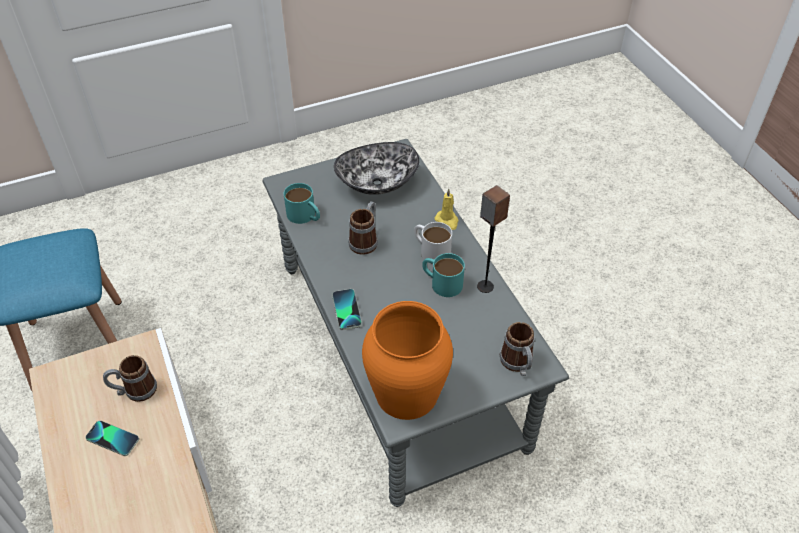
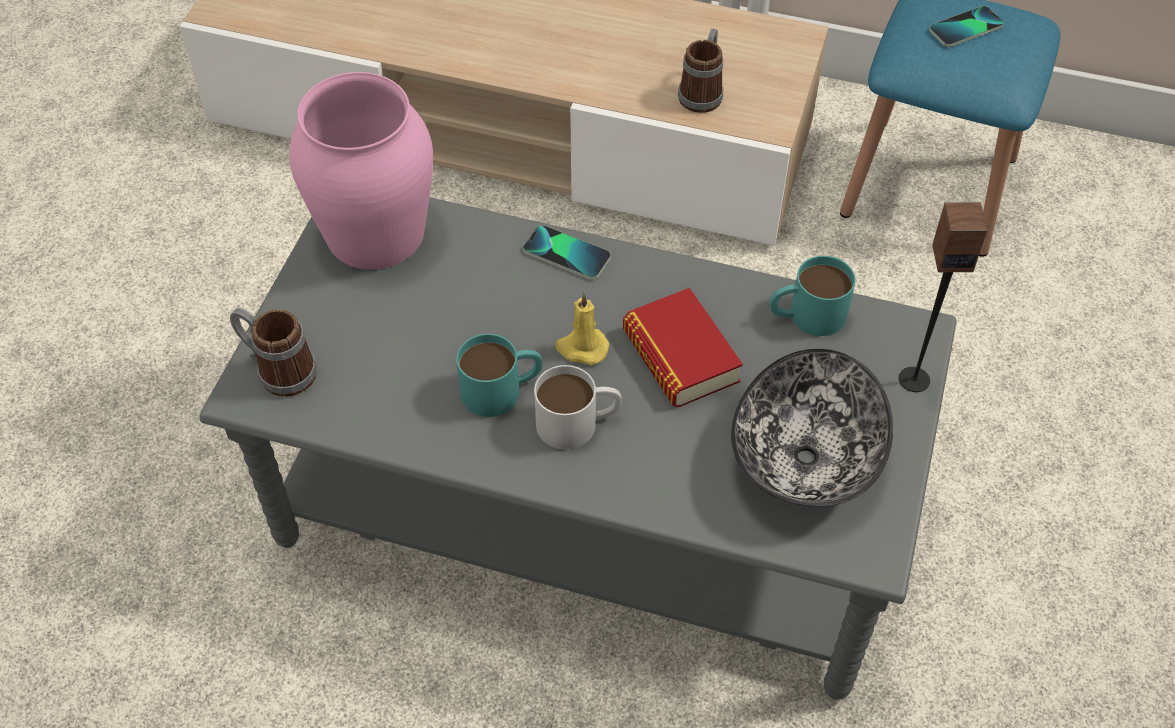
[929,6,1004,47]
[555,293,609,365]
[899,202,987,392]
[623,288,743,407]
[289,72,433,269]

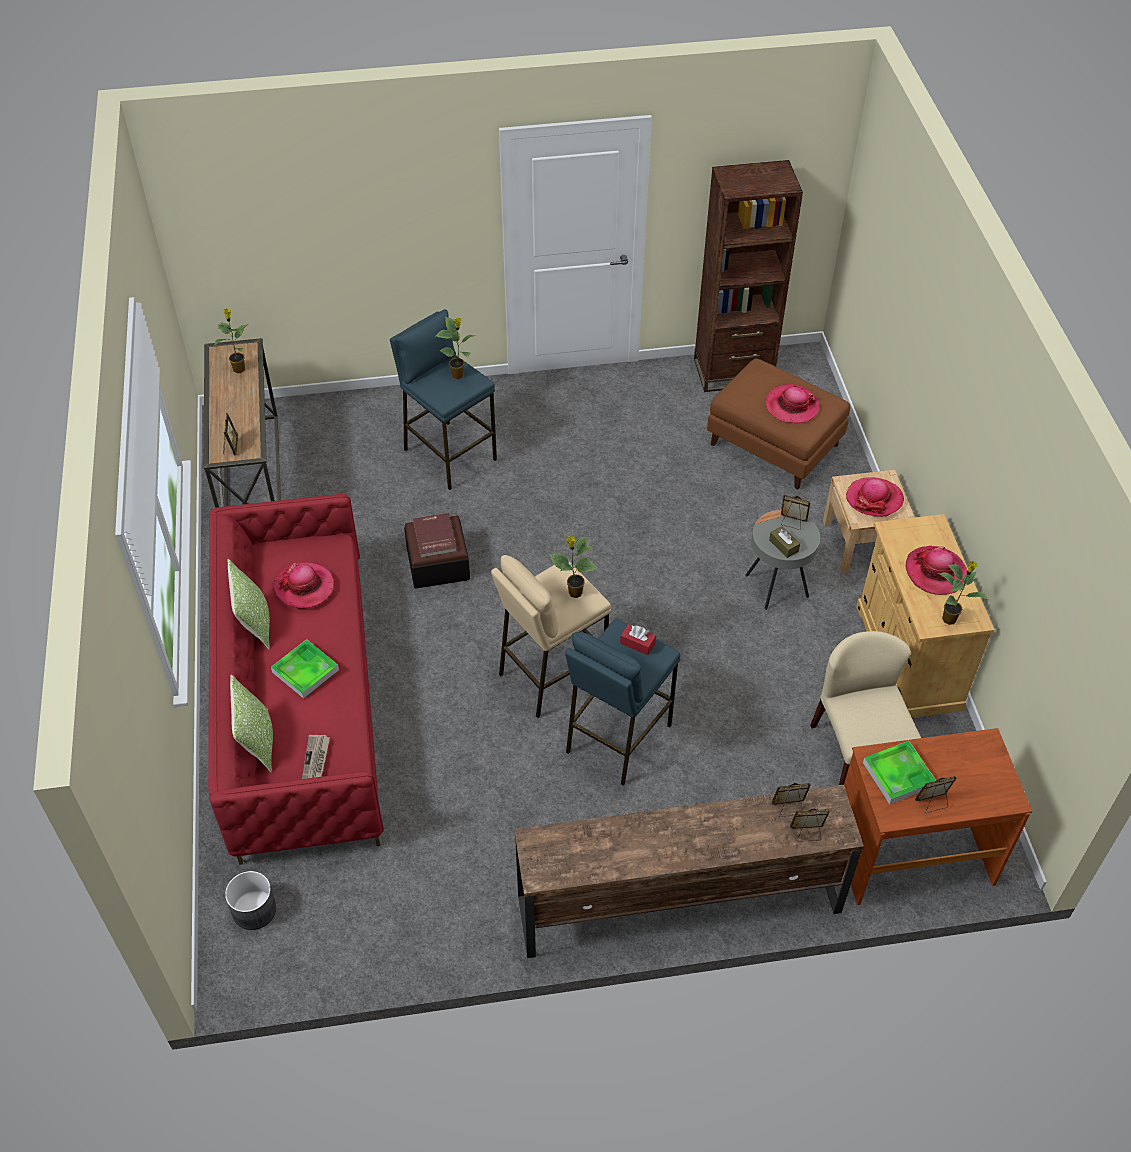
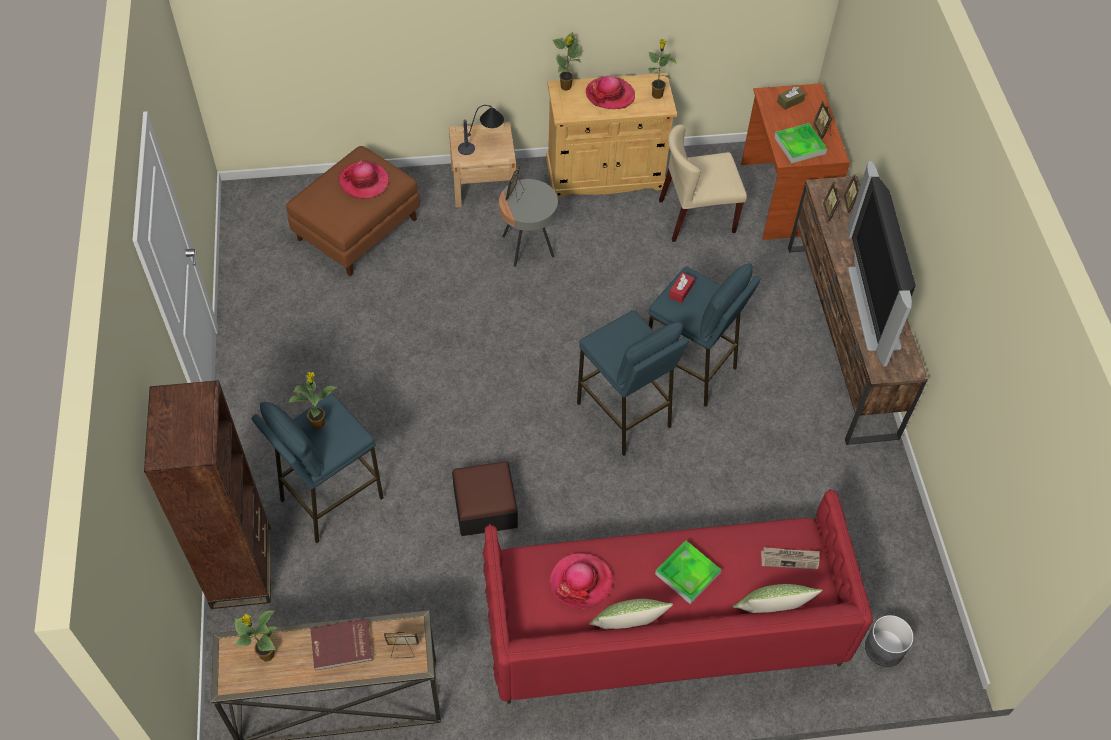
[847,161,916,366]
[310,619,373,671]
[553,32,581,91]
[144,380,271,609]
[777,86,806,110]
[458,105,504,155]
[577,310,689,456]

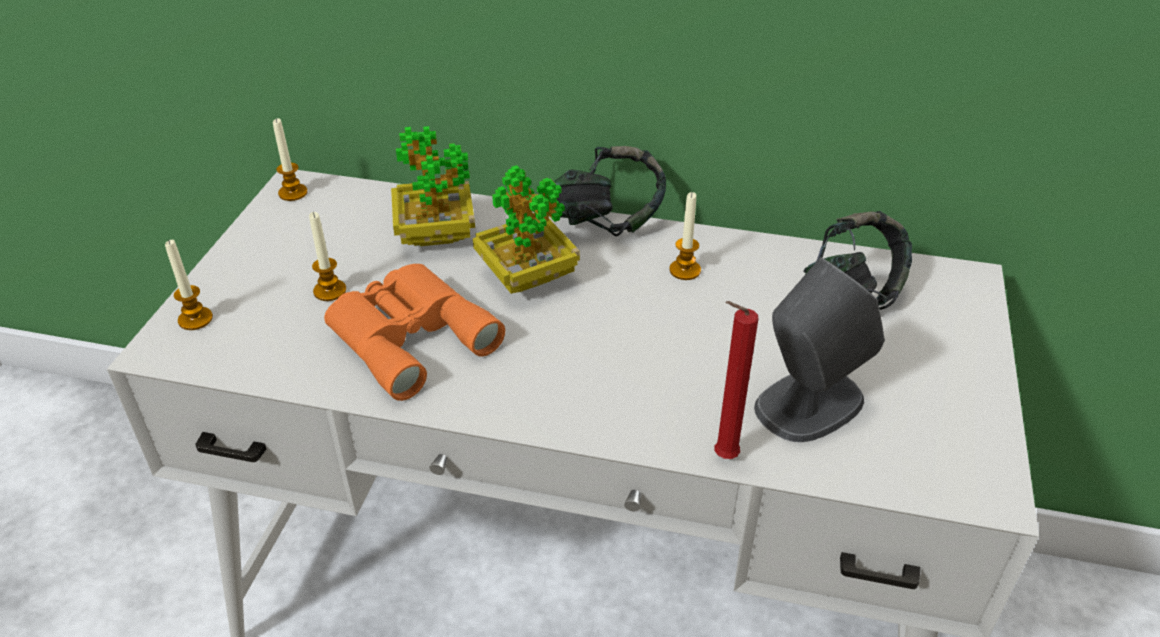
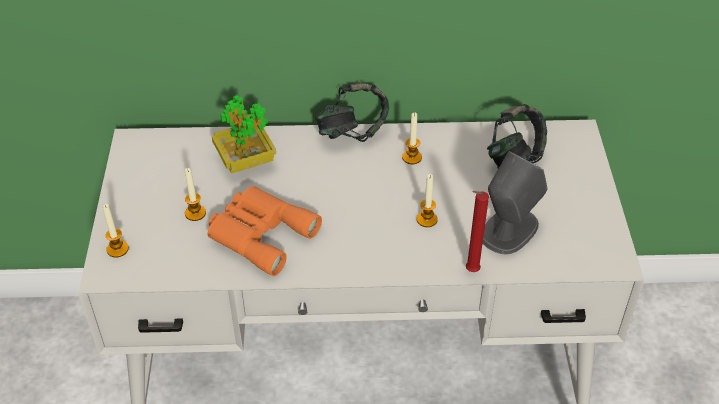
[473,165,580,294] (first image)
[416,174,438,227]

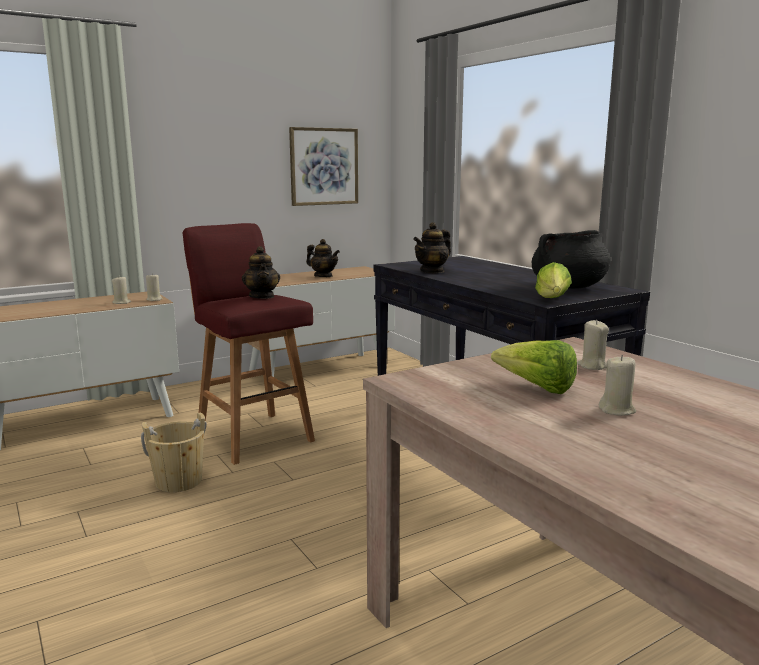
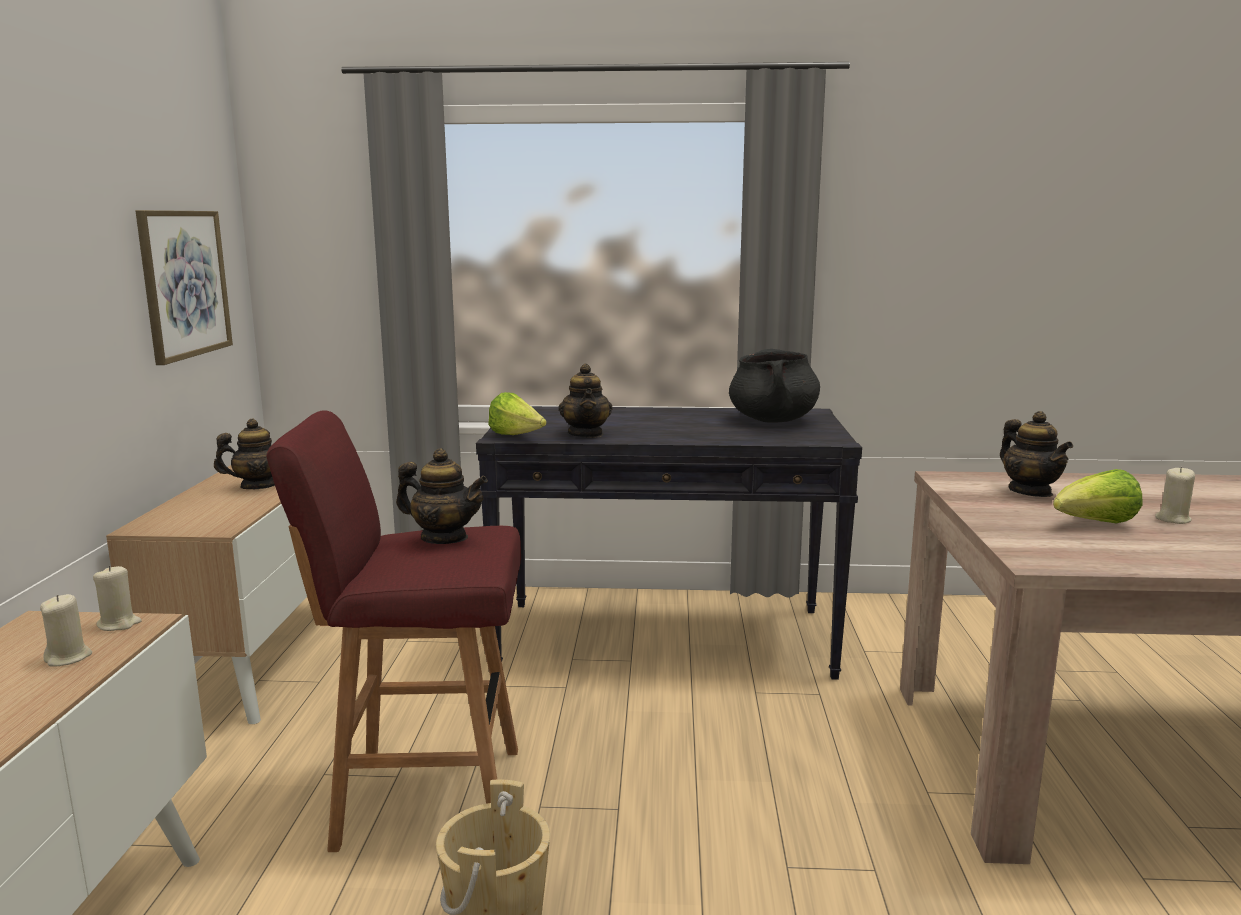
[488,392,547,435]
[1000,411,1073,497]

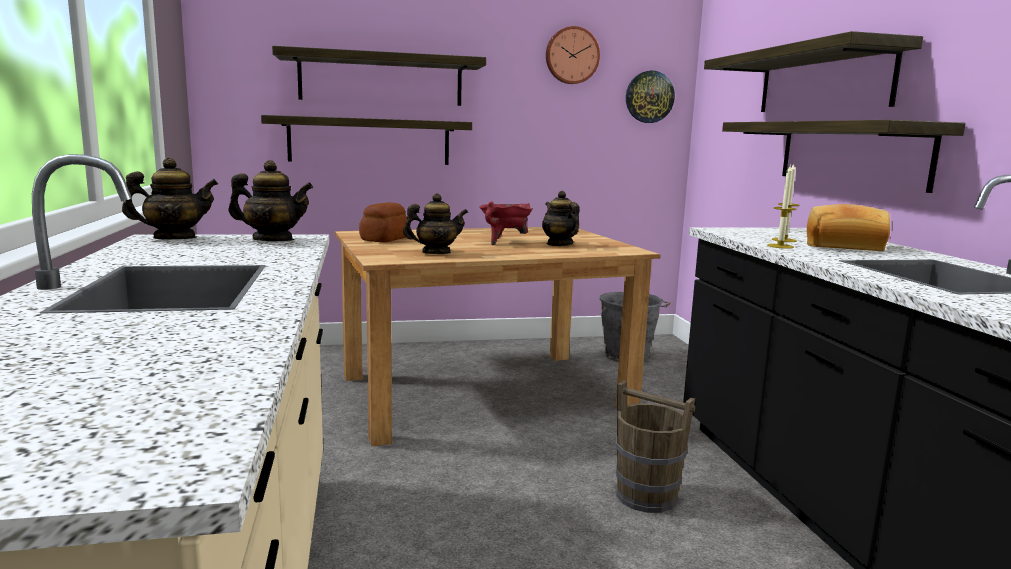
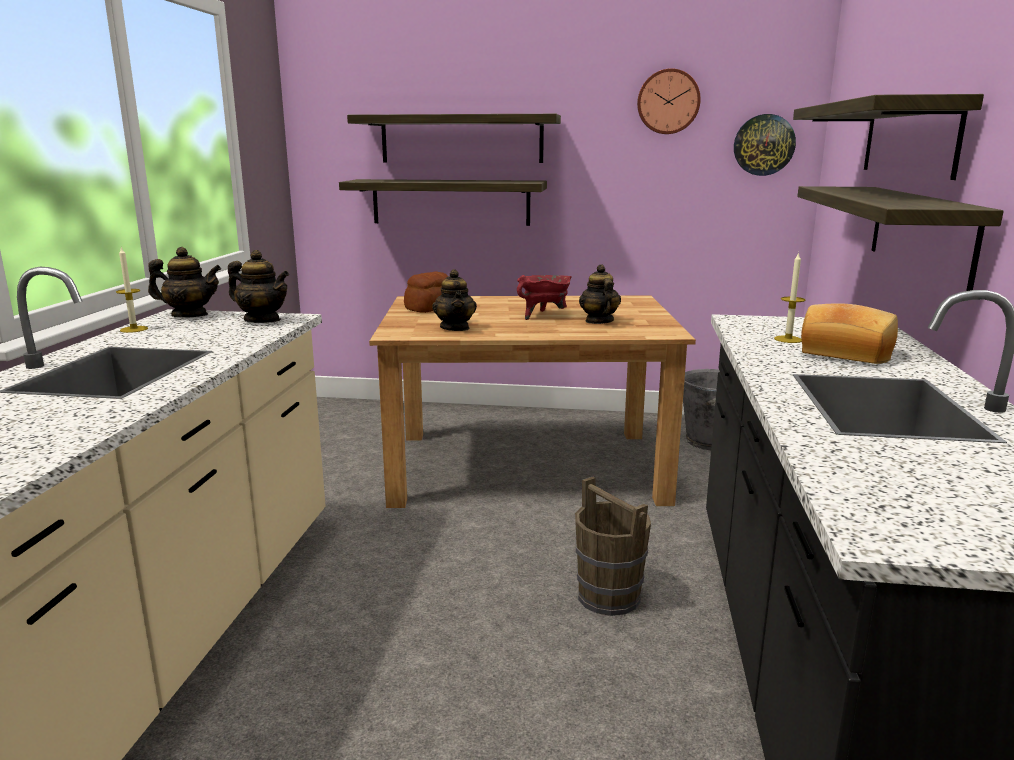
[116,247,148,333]
[432,269,477,331]

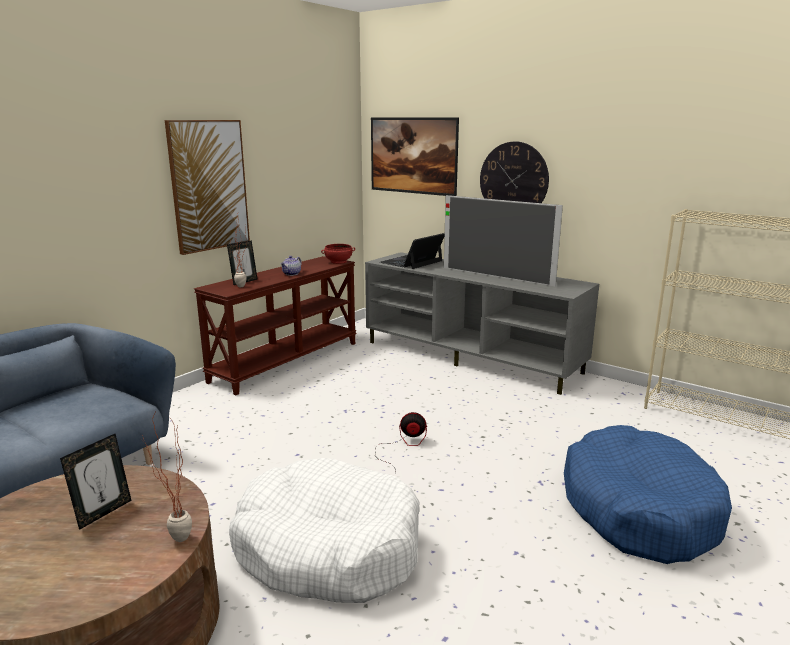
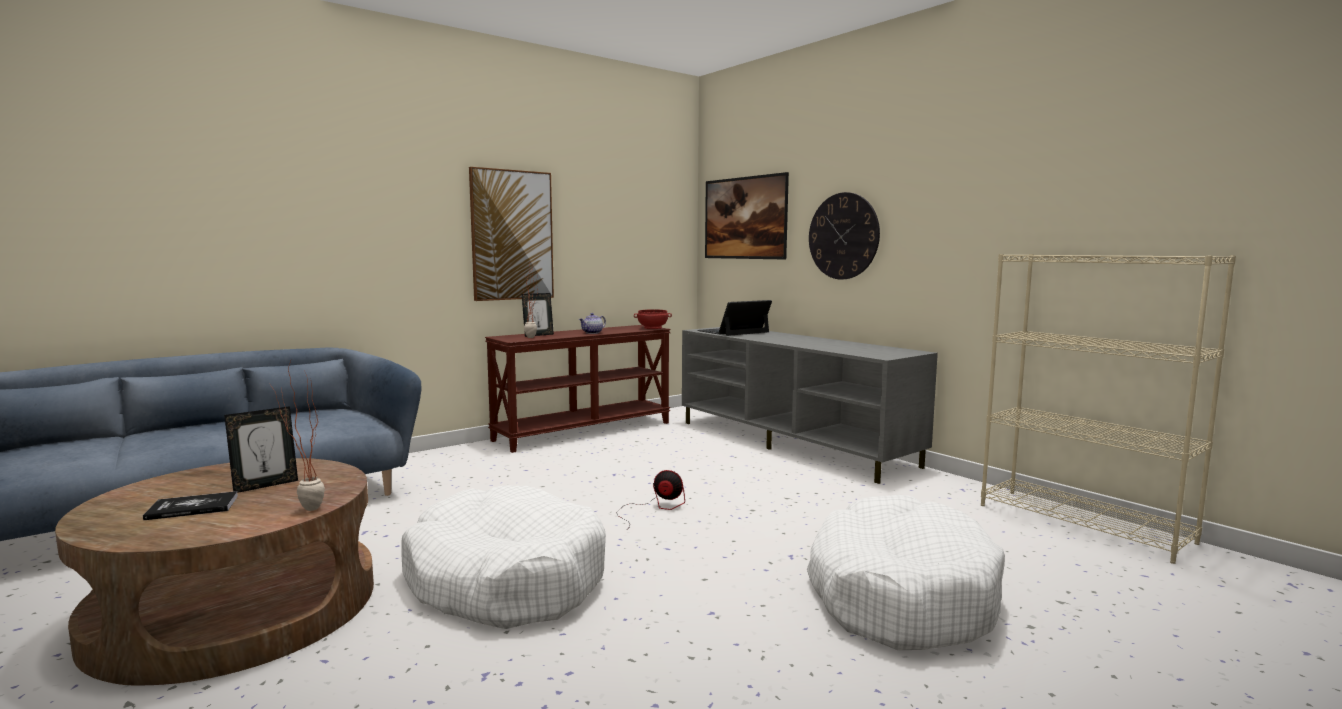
[444,195,563,286] (first image)
[143,491,238,520]
[807,495,1005,650]

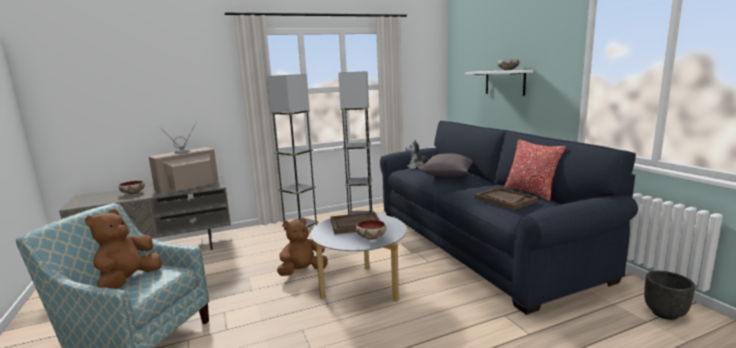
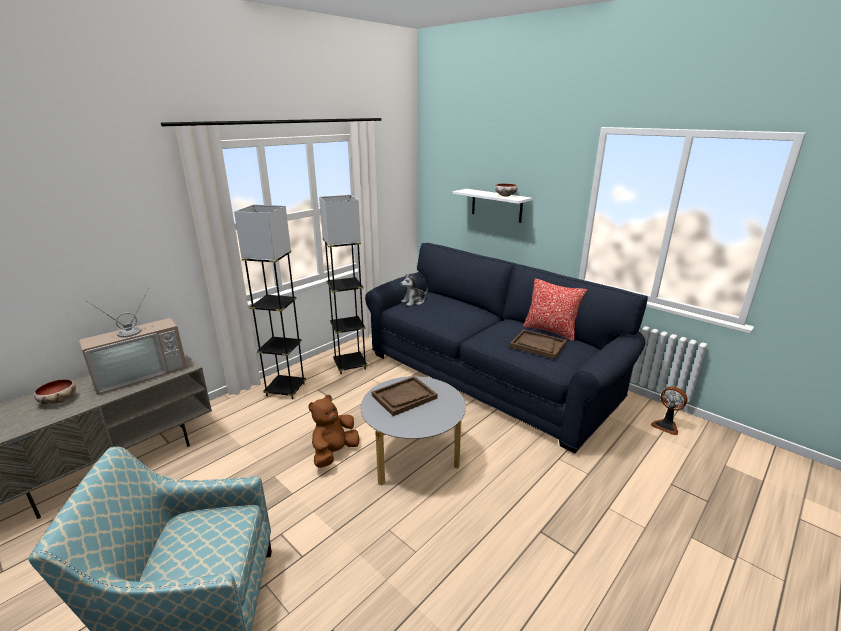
[85,209,162,289] (first image)
[356,220,386,240] (first image)
[420,153,473,177] (first image)
[651,387,688,435]
[79,288,187,395]

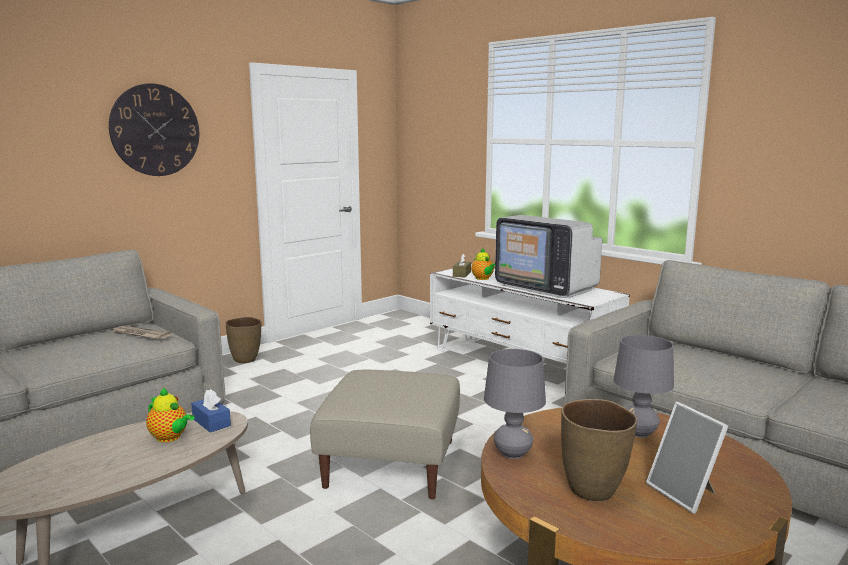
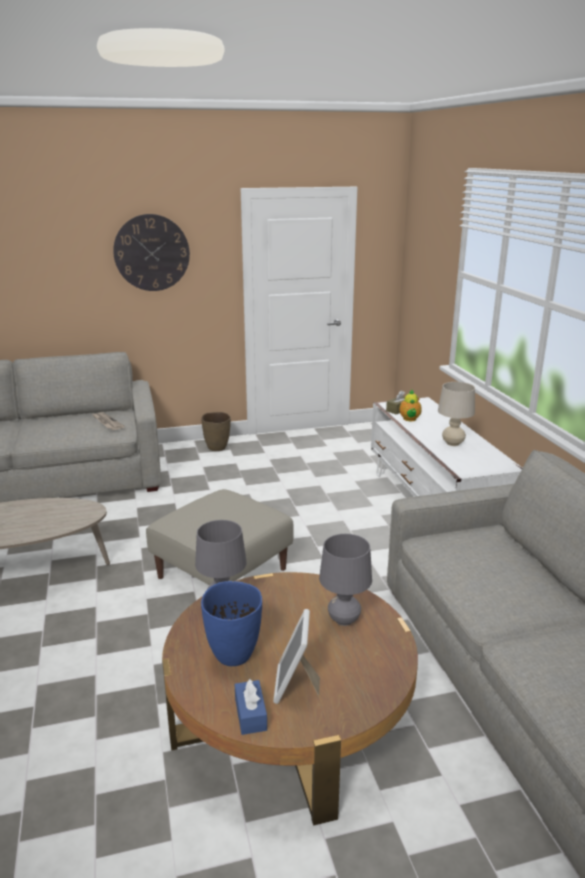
[146,388,194,442] (first image)
[235,679,267,735]
[438,382,475,446]
[201,581,262,666]

